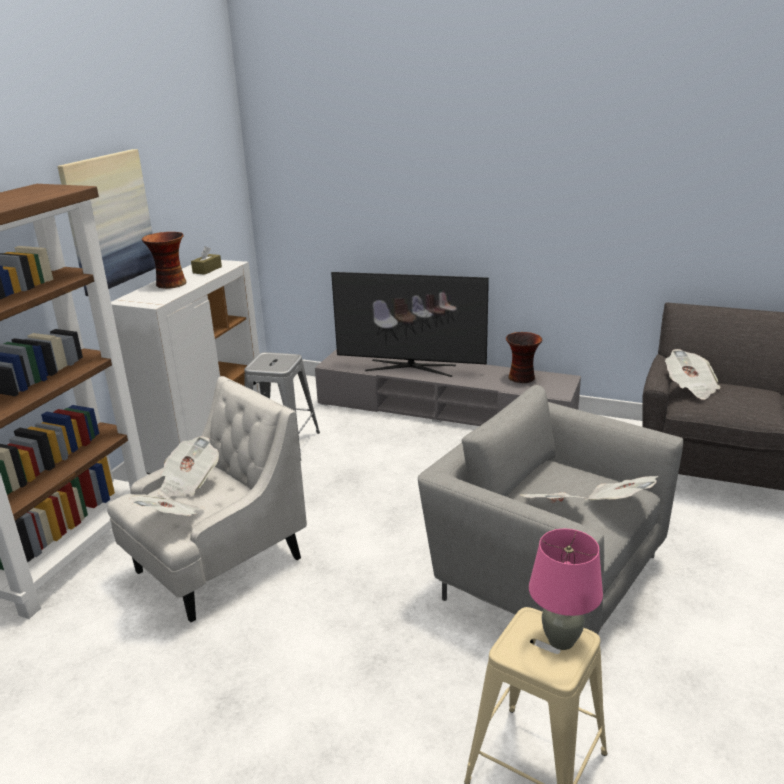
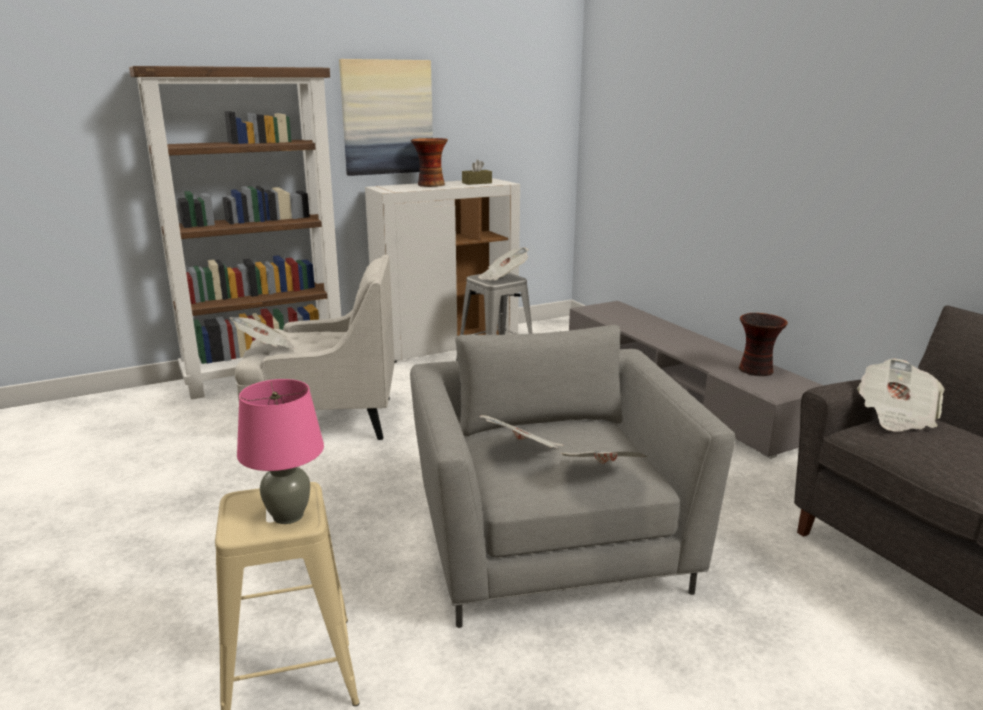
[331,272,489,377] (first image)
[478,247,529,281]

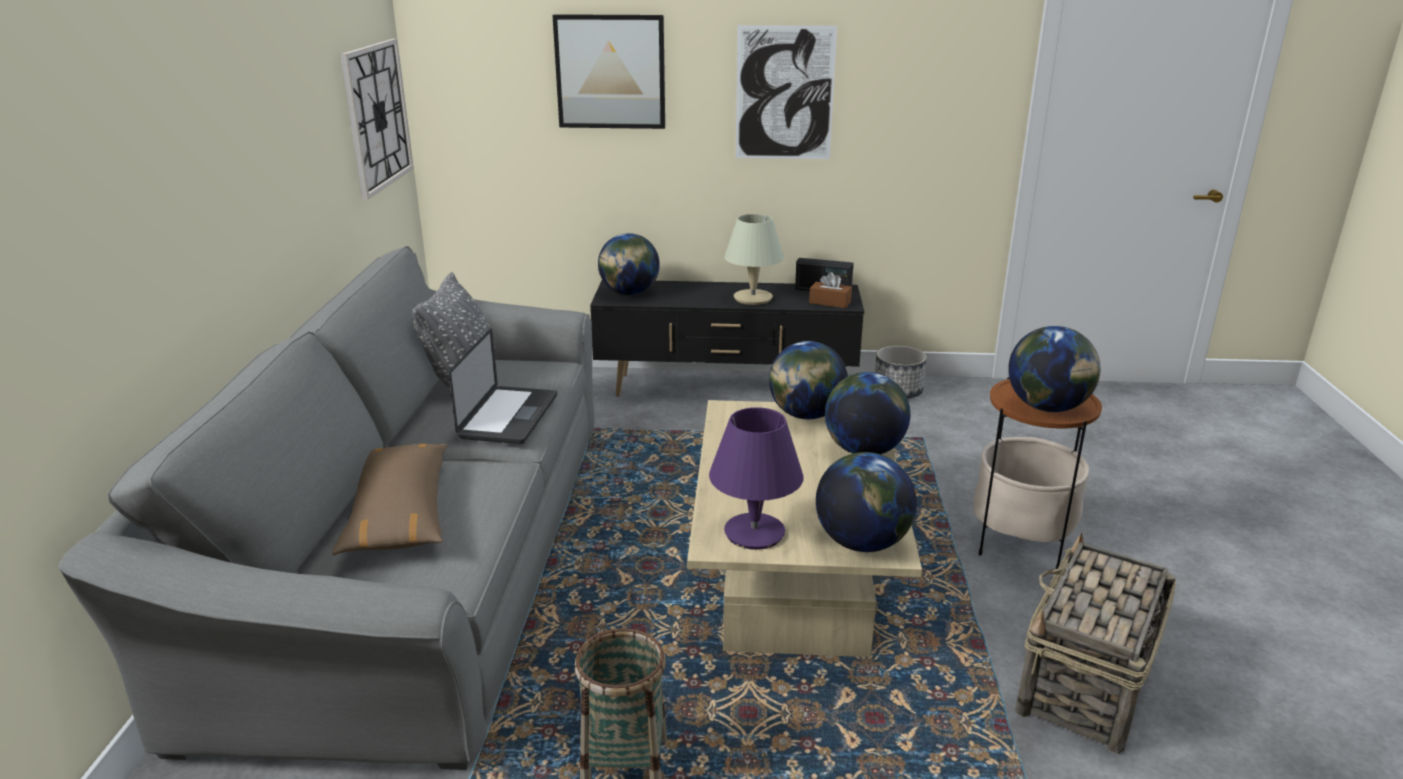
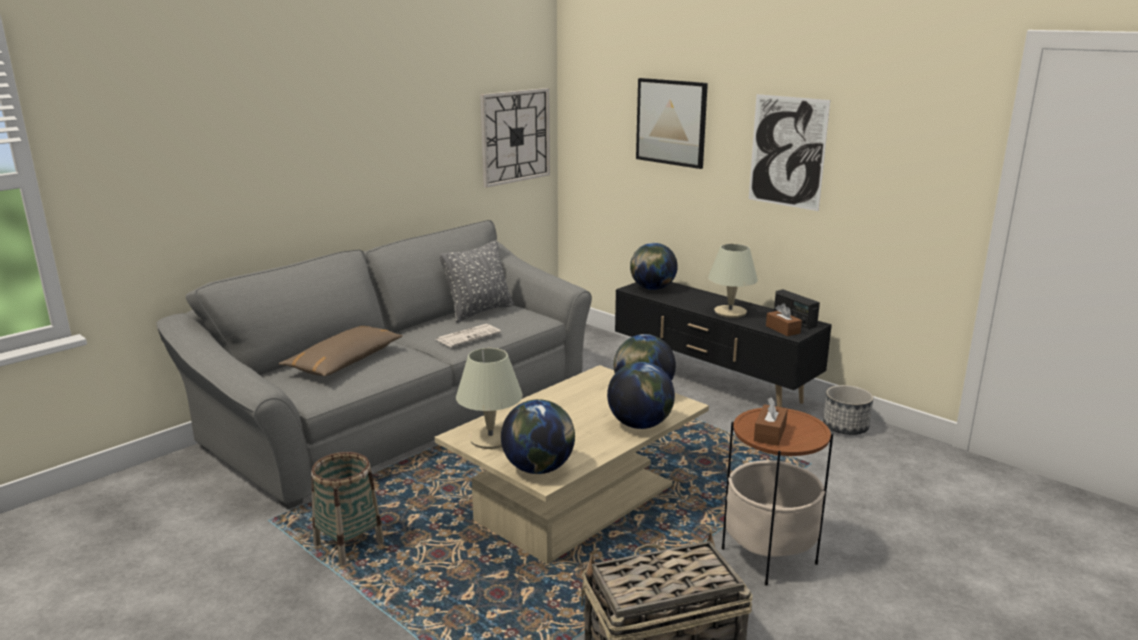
[436,324,501,347]
[754,397,788,446]
[456,348,523,449]

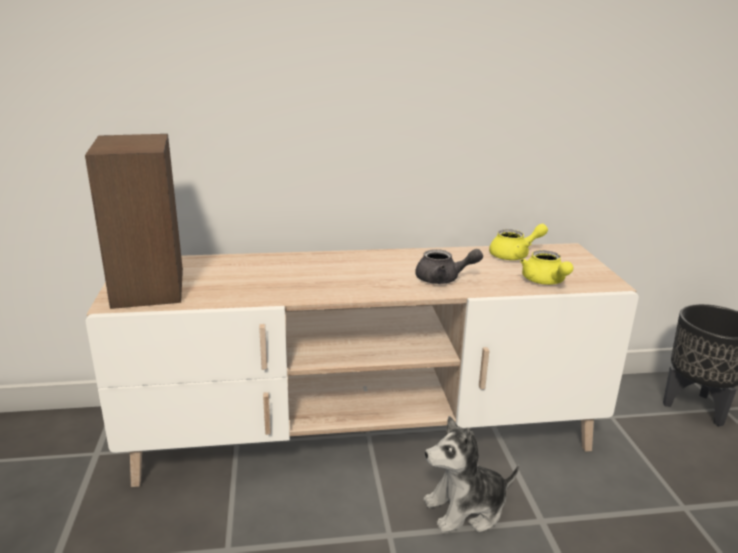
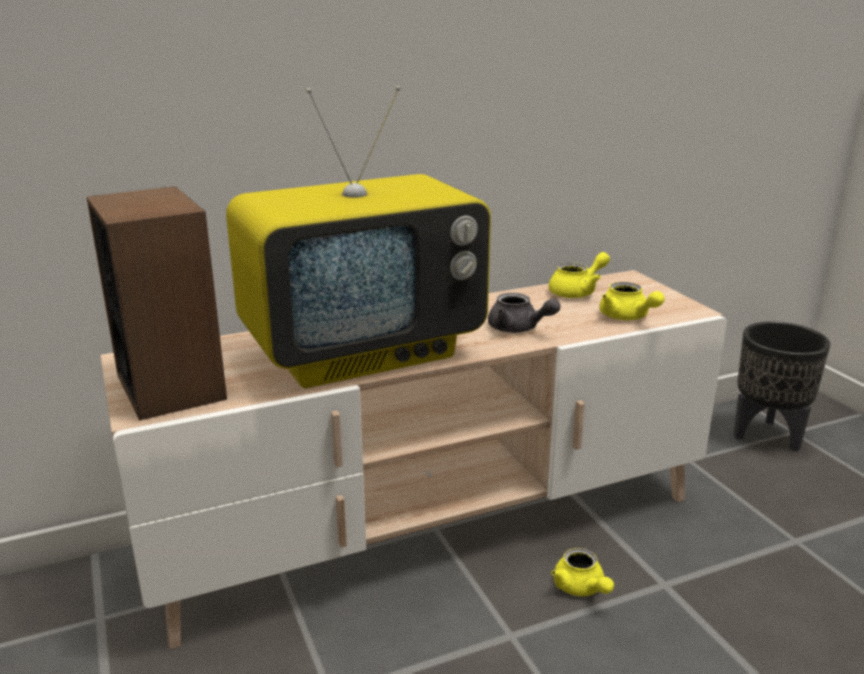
[226,86,491,388]
[551,548,614,596]
[488,293,561,333]

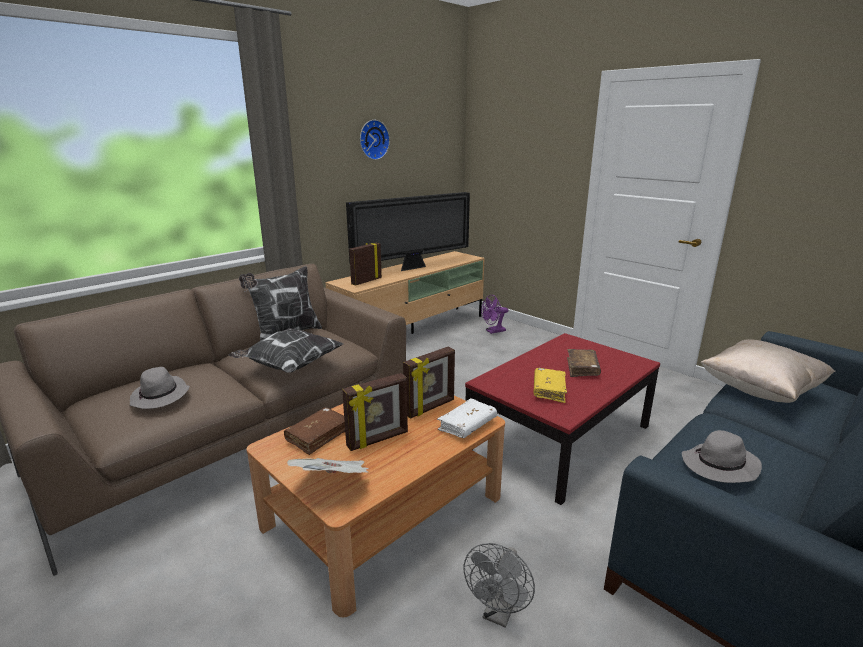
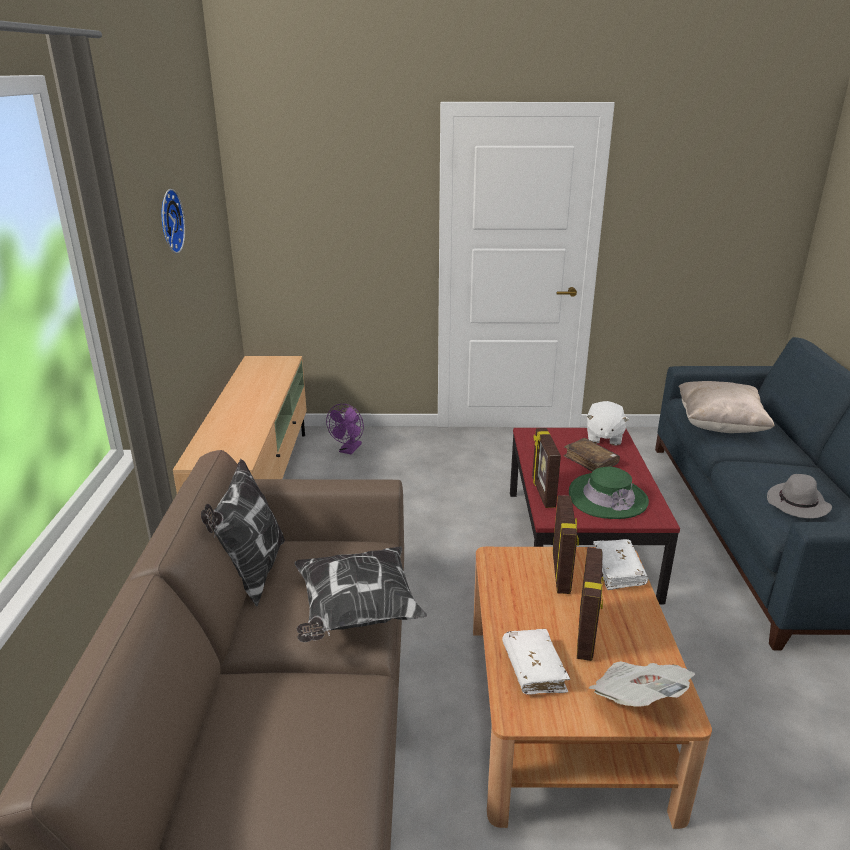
[130,367,190,409] (first image)
[346,192,470,271] (first image)
[464,543,535,628] (first image)
[587,401,629,446]
[532,428,561,508]
[569,466,649,519]
[502,629,570,695]

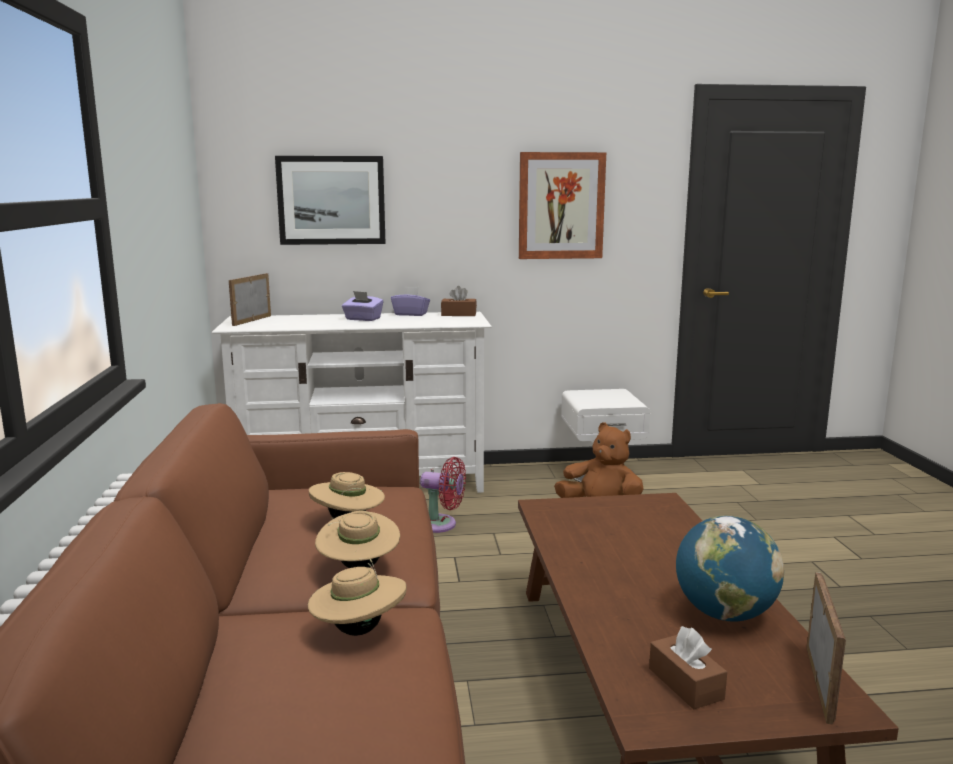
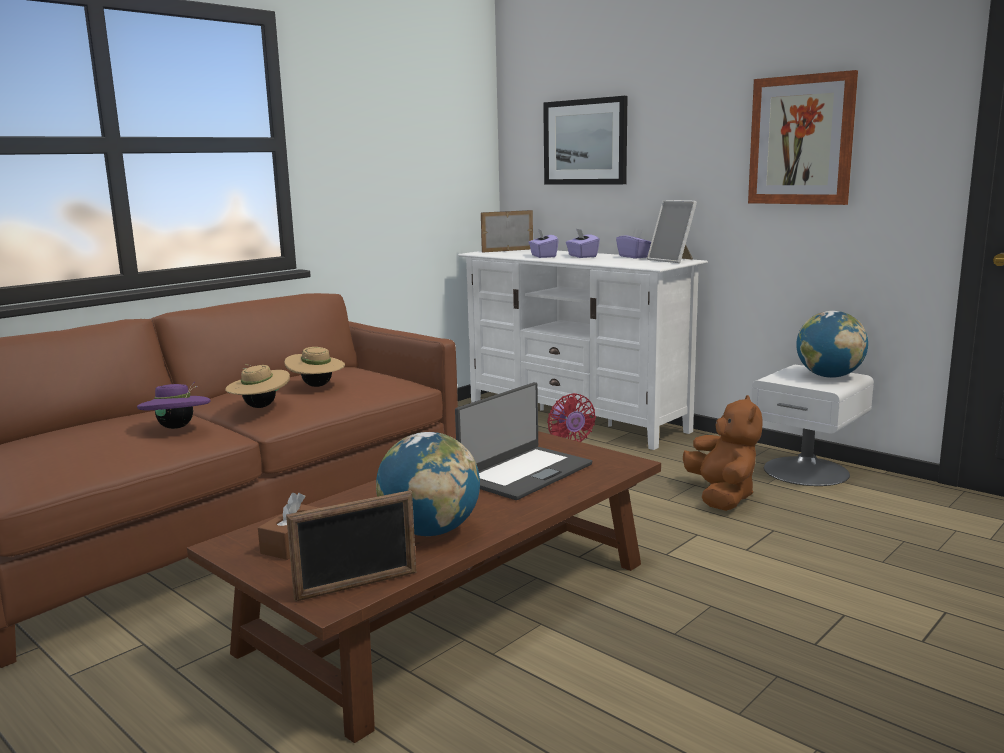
[455,382,592,500]
[529,229,559,258]
[796,311,868,378]
[647,200,697,263]
[137,382,211,429]

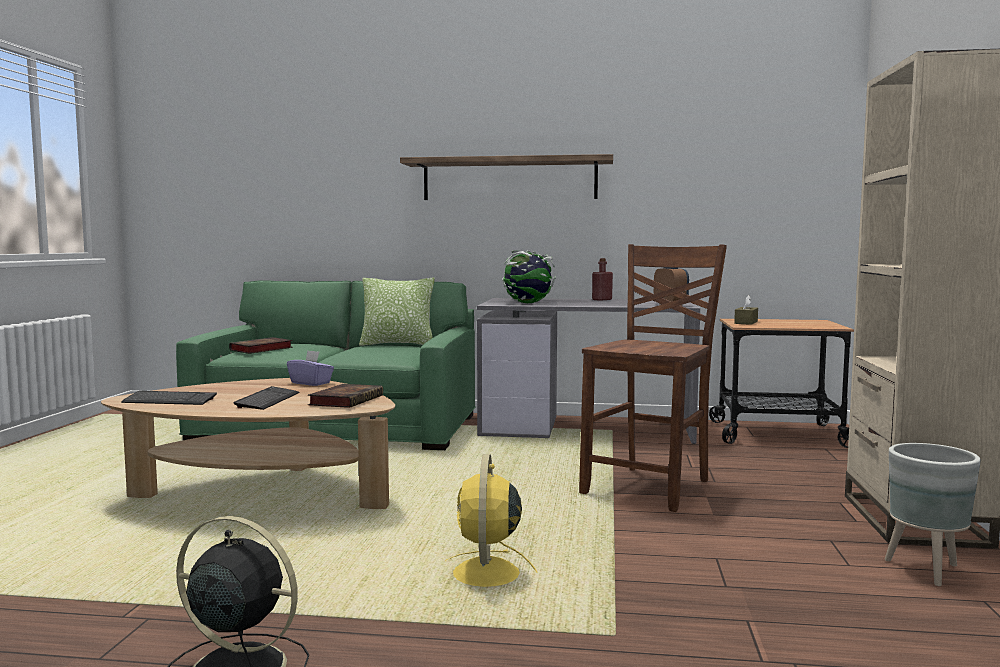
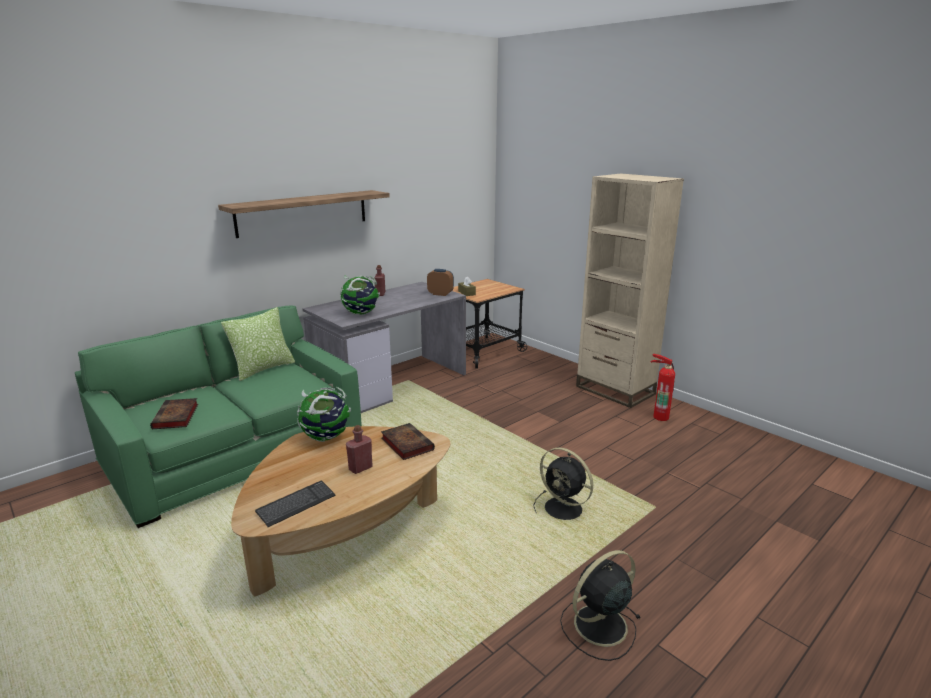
[579,244,727,512] (first image)
[346,425,373,474]
[297,387,351,442]
[651,354,675,421]
[533,448,593,520]

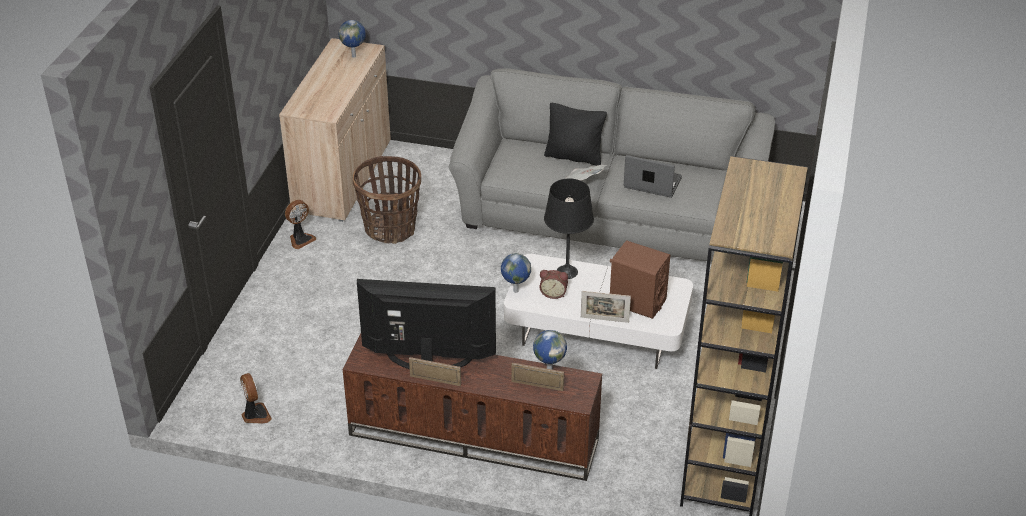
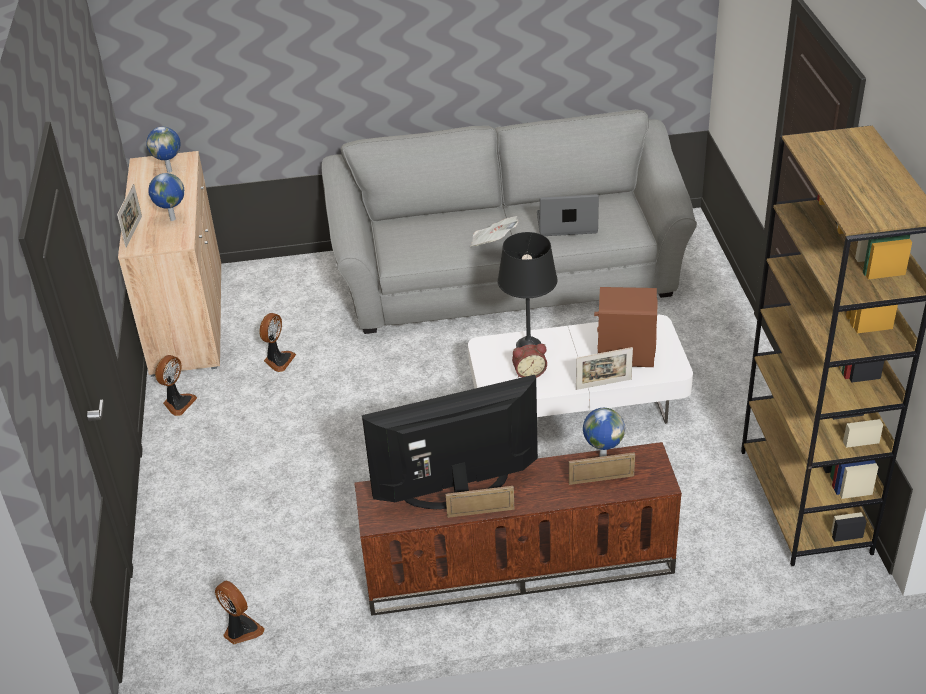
[544,103,607,166] (first image)
[117,184,142,248]
[148,173,184,221]
[259,313,296,372]

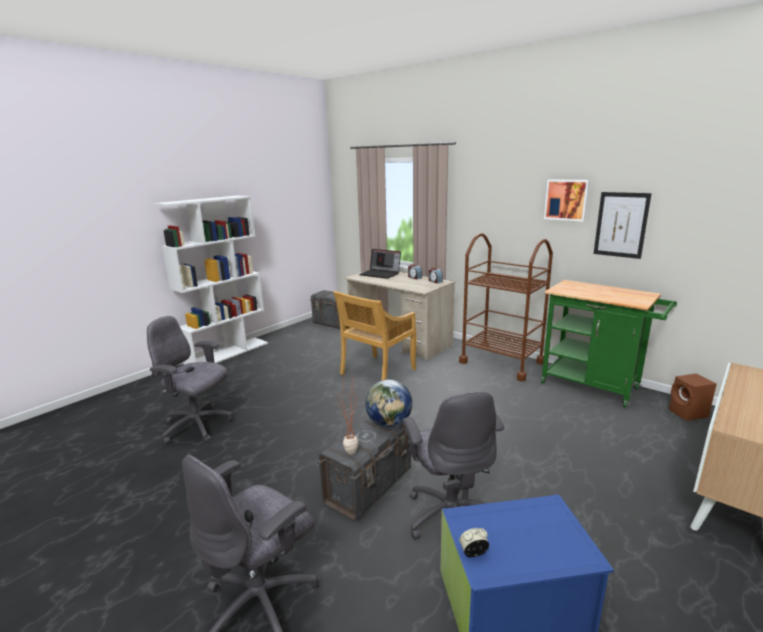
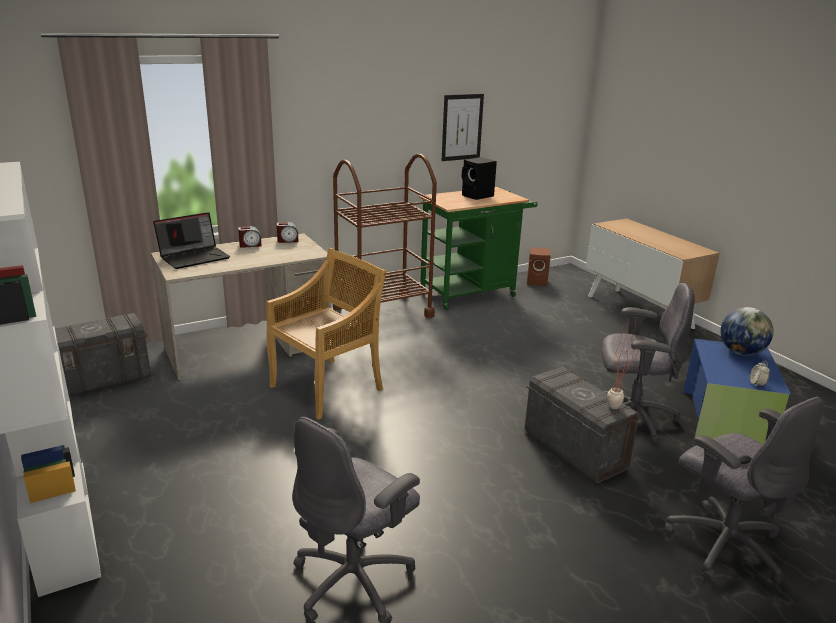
[544,179,590,221] (first image)
[462,157,497,200]
[720,307,773,356]
[266,248,387,420]

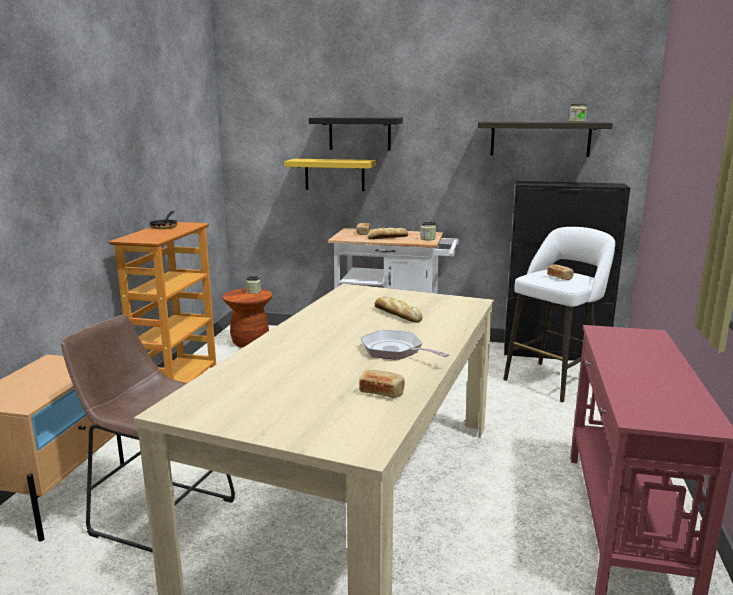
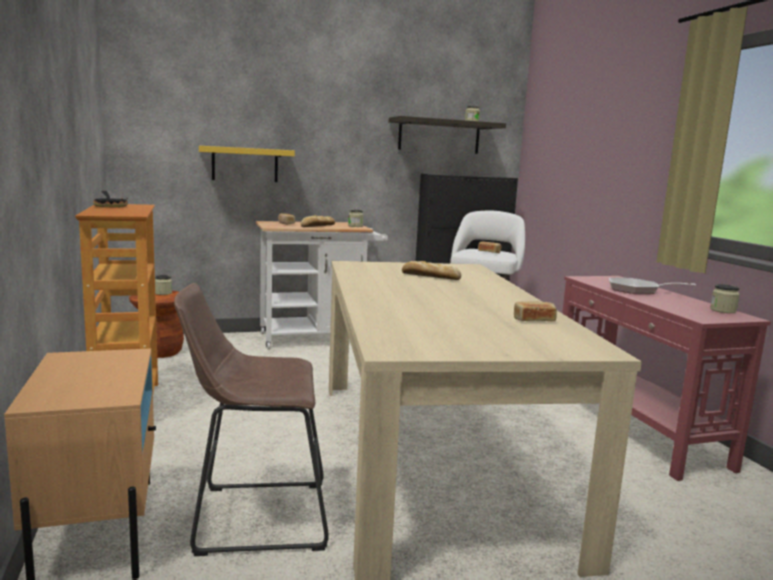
[309,117,403,151] (first image)
[710,284,740,313]
[609,278,696,294]

